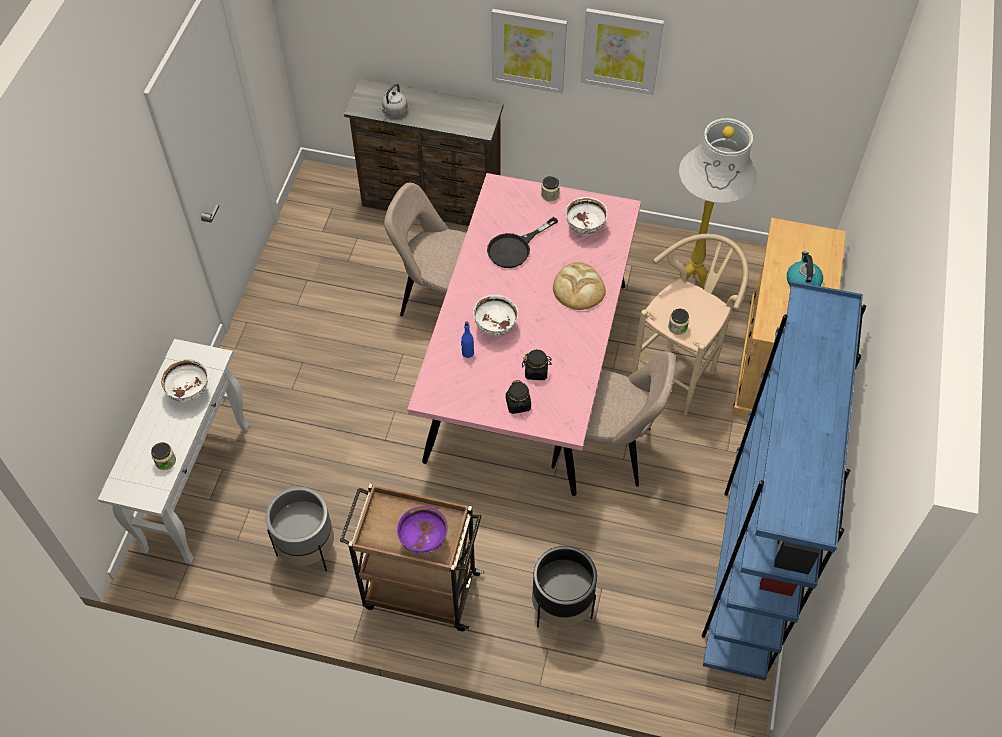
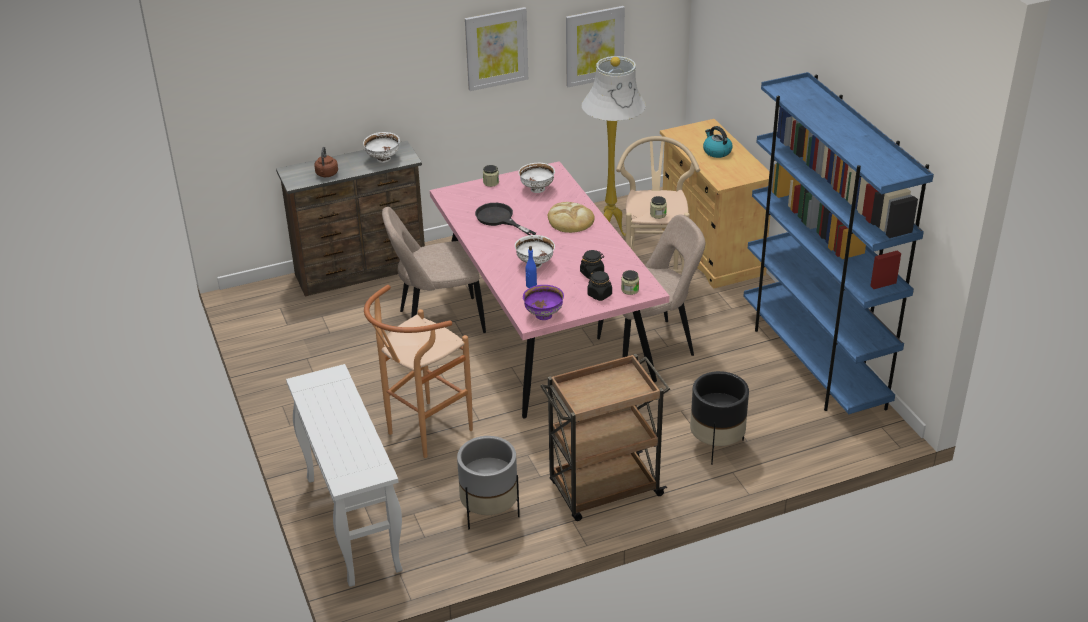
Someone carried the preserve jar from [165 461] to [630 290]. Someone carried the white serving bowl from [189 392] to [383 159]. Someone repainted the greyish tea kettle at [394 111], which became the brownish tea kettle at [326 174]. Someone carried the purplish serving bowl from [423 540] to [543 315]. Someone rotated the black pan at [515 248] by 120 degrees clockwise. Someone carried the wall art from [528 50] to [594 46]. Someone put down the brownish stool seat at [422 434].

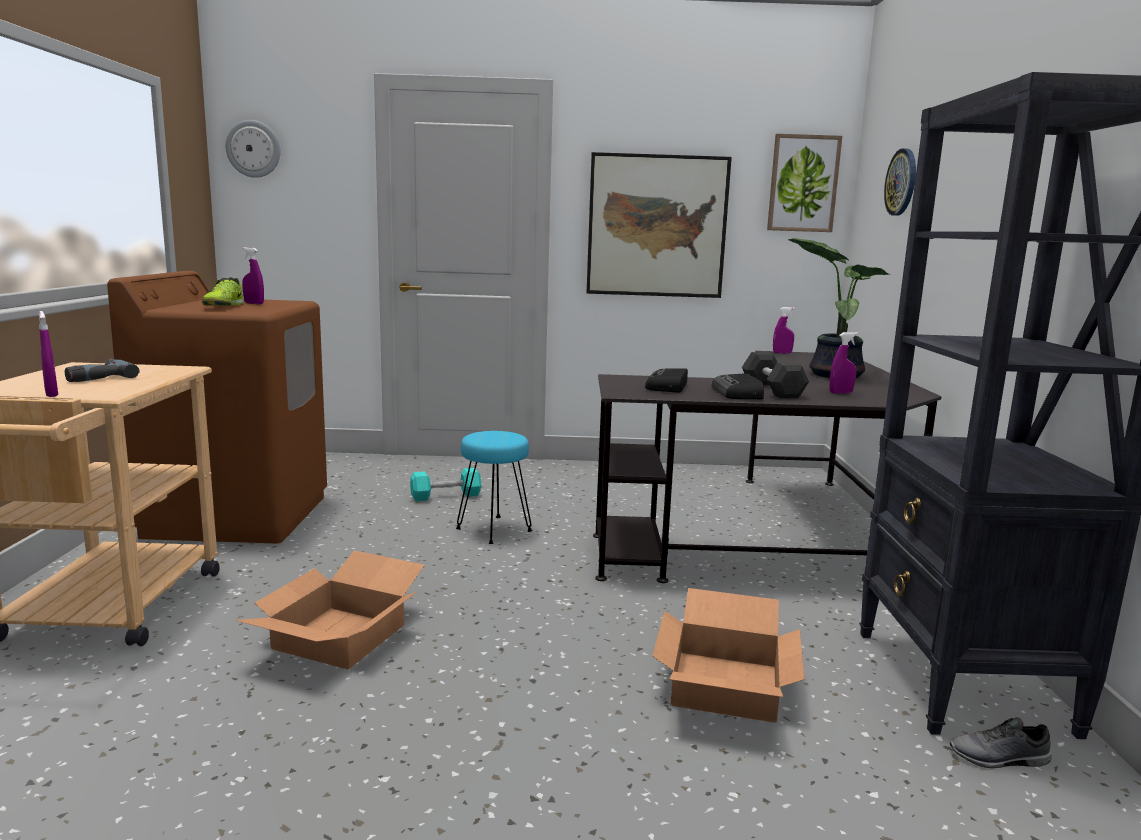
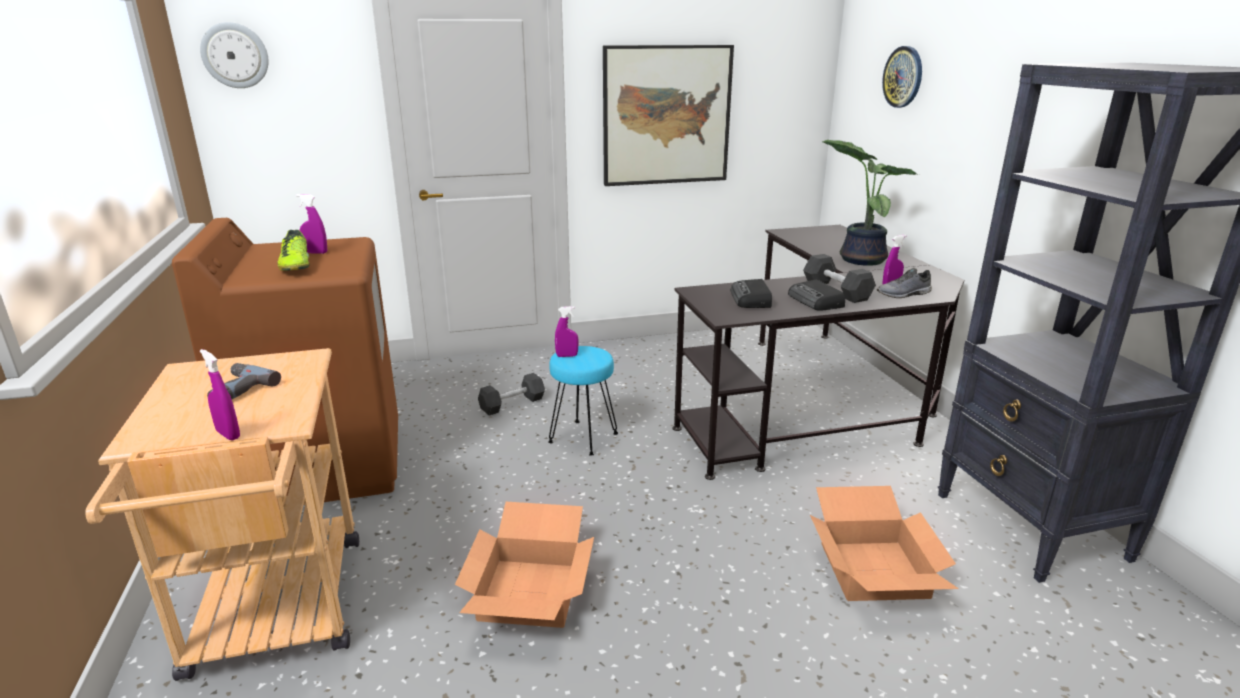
Someone repainted the blue-green free weight at [446 496], which became the black free weight at [512 404]. Someone took away the wall art at [803 183]. Someone carried the purplish sprayer from [782 353] to [567 356]. Someone carried the greyish low shoe from [999 759] to [904 294].

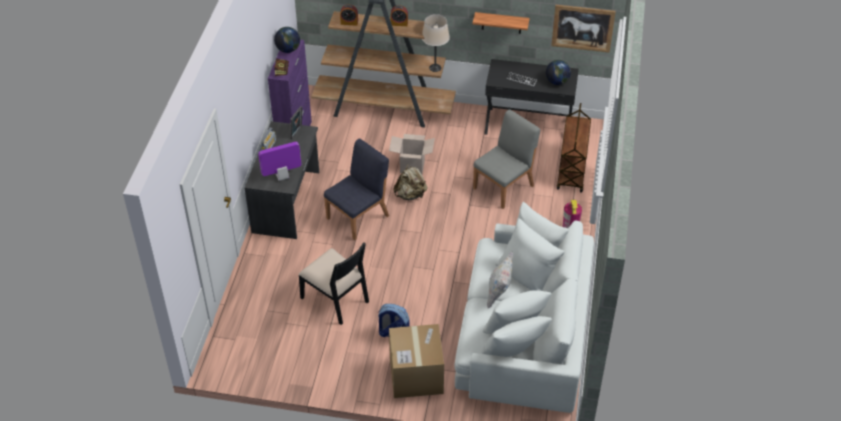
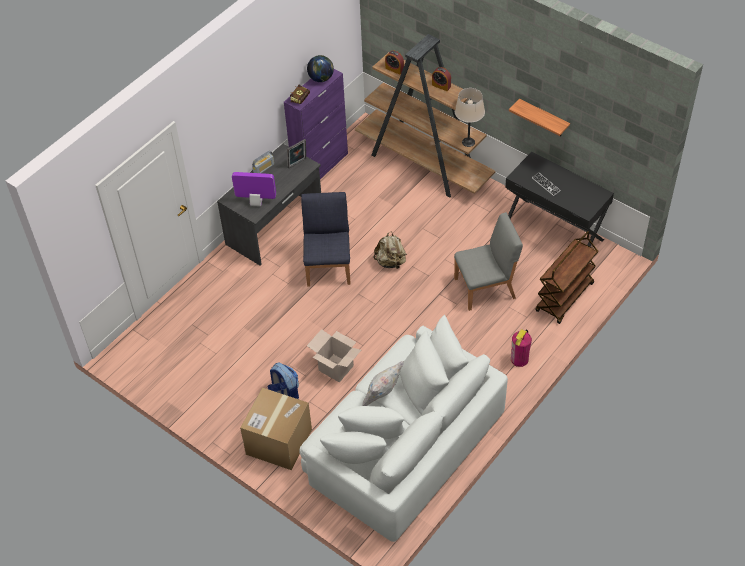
Someone took away the black plain chair at [336 299]. Someone rotated the blue plain chair at [358 217] by 75 degrees counterclockwise. Someone carried the carton from [412 166] to [336 368]. Someone took away the desk globe at [557 82]. Someone took away the wall art at [583 28].

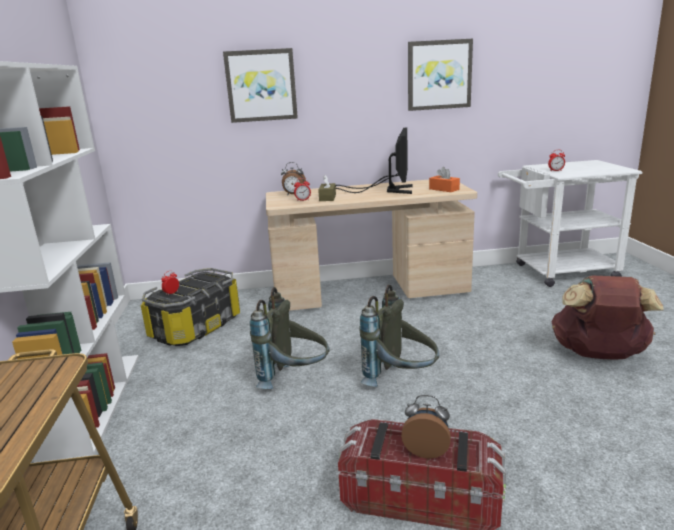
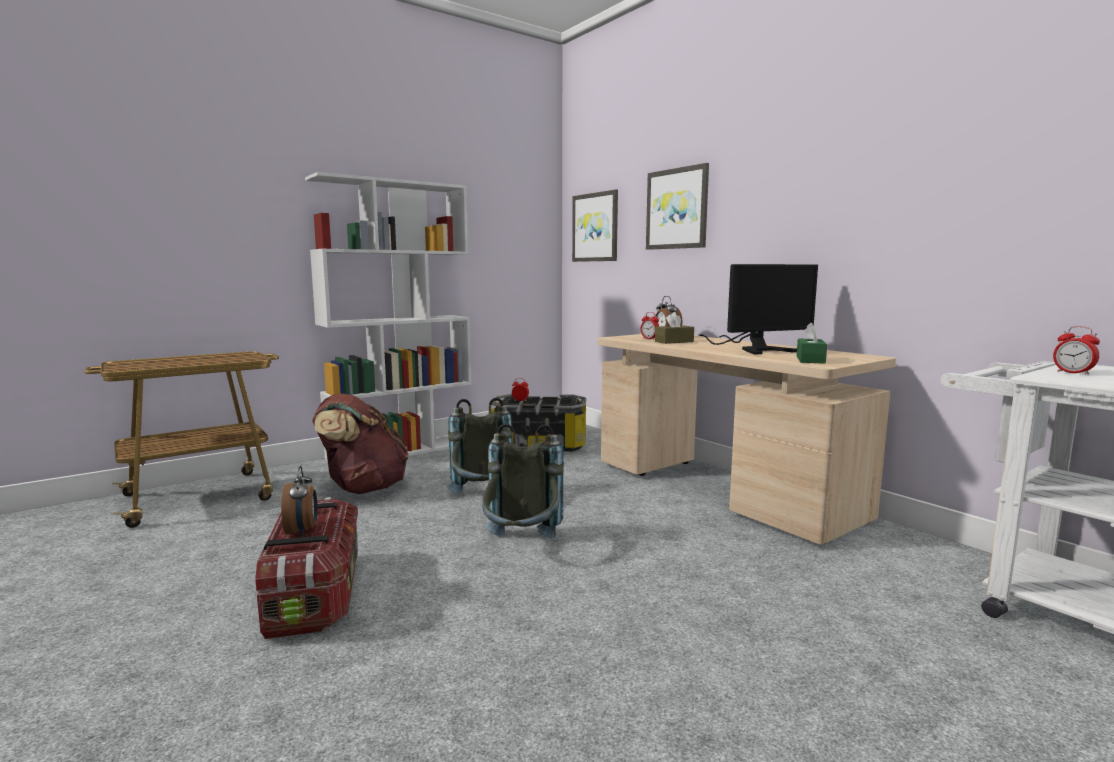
Someone carried the wall art from [439 75] to [595 227]. Someone repainted the orange tissue box at [444 189], which became the green tissue box at [810 360]. Someone carried the brownish knapsack from [598 355] to [363 488].

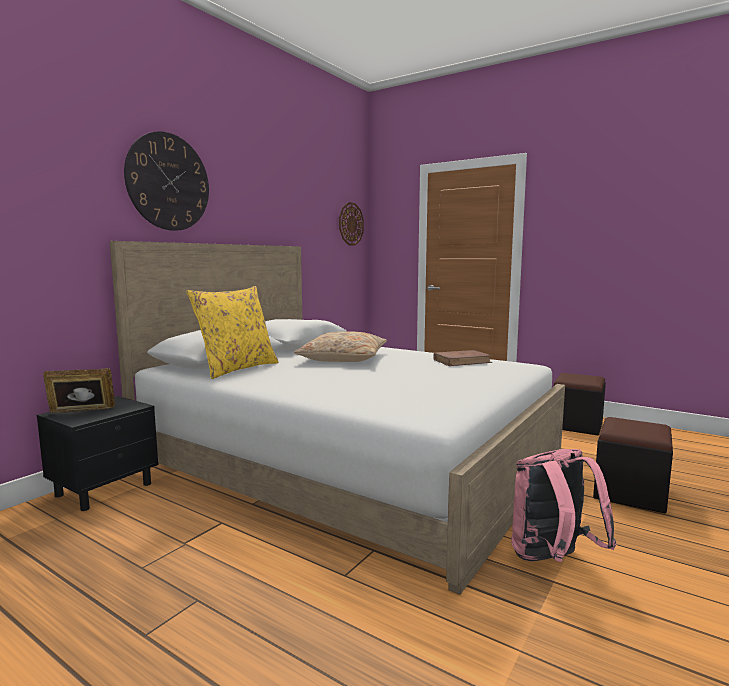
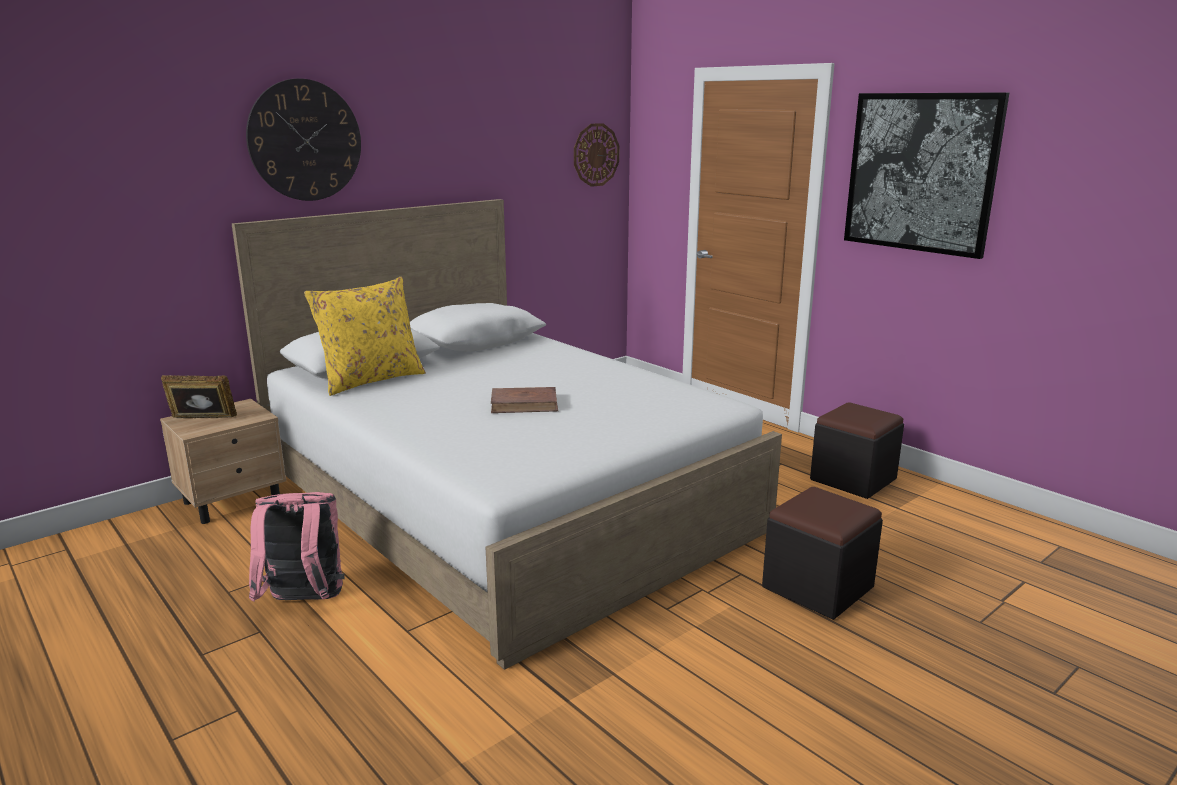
Someone repainted the black nightstand at [105 489], which became the beige nightstand at [234 501]. Someone took away the beige throw pillow at [343 358]. Someone carried the brownish volume from [462 361] to [524 404]. Someone carried the pinkish knapsack from [552 560] to [304 602]. Someone put up the wall art at [921 173].

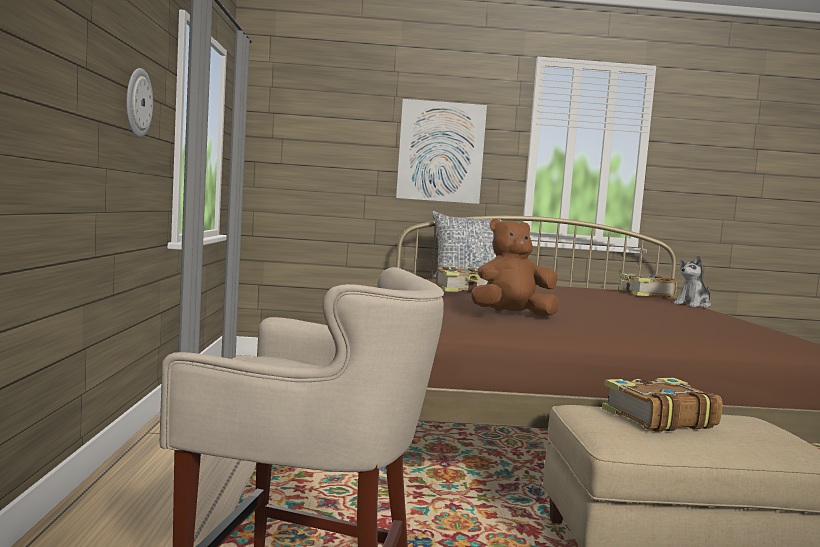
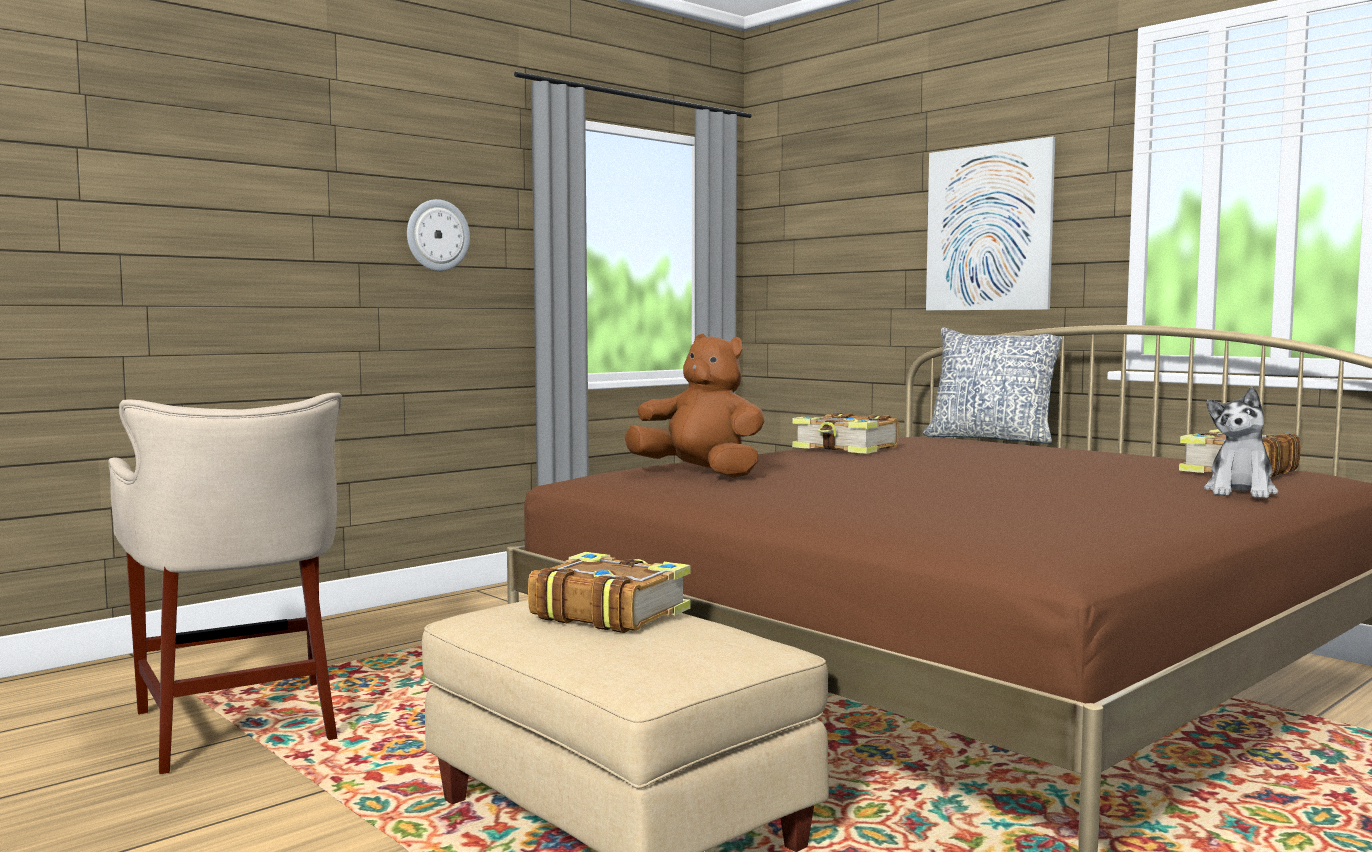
Someone rotated the cuddly toy at [693 305] by 75 degrees counterclockwise.

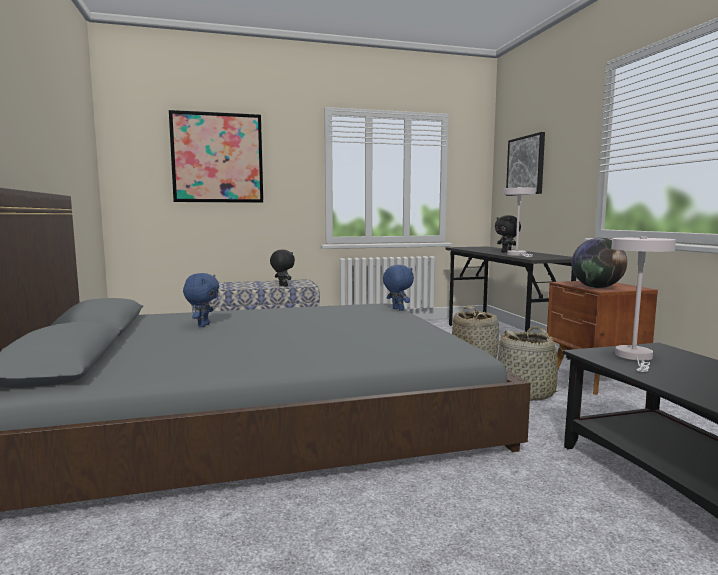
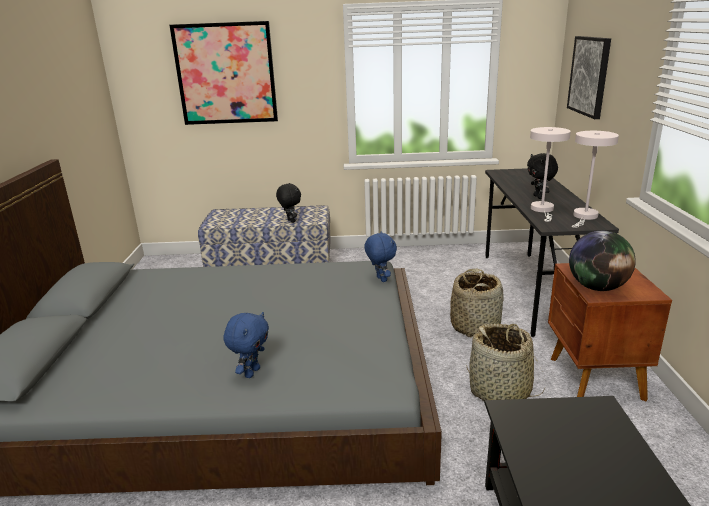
Someone carried the blue cuddly toy from [203 325] to [251 372]. Someone carried the white lamp for a table from [635 357] to [584 217].

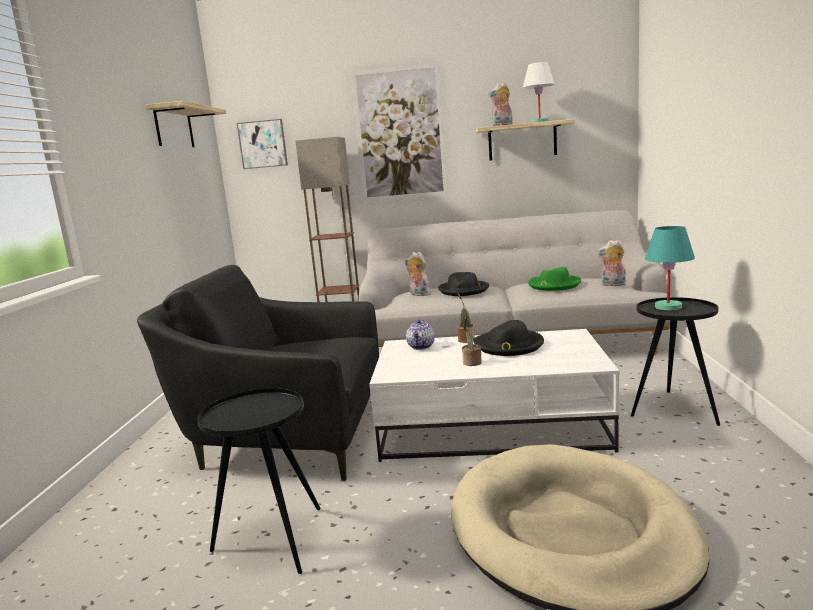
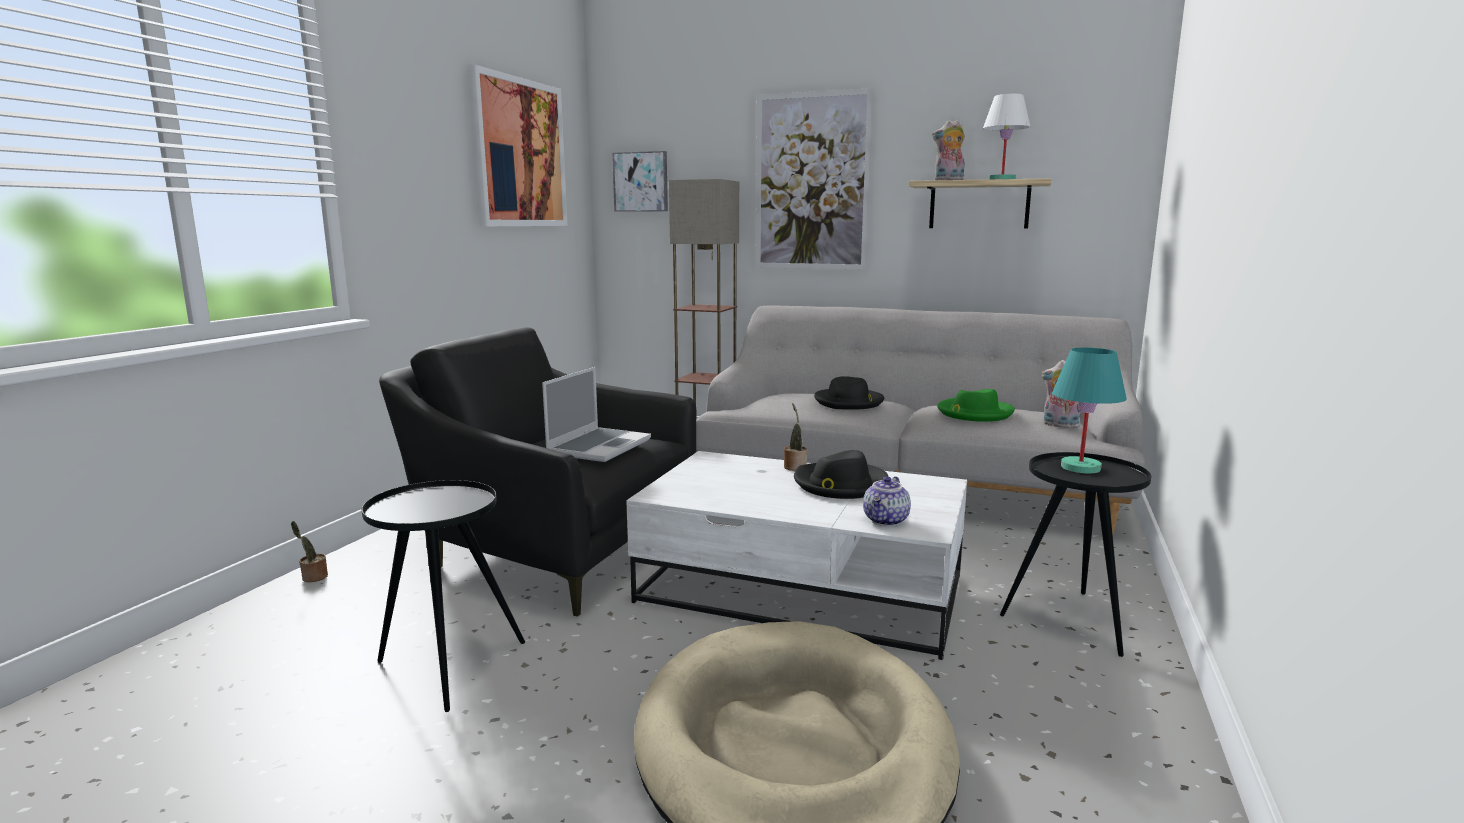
Someone swapped the wall shelf at [174 127] for the wall art at [519 153]. Someone took away the cuddly toy at [418 294]. Someone carried the pot for tea from [421 347] to [886 521]. Someone carried the plant in a pot from [471 363] to [313 577]. Someone put down the laptop at [599 446].

